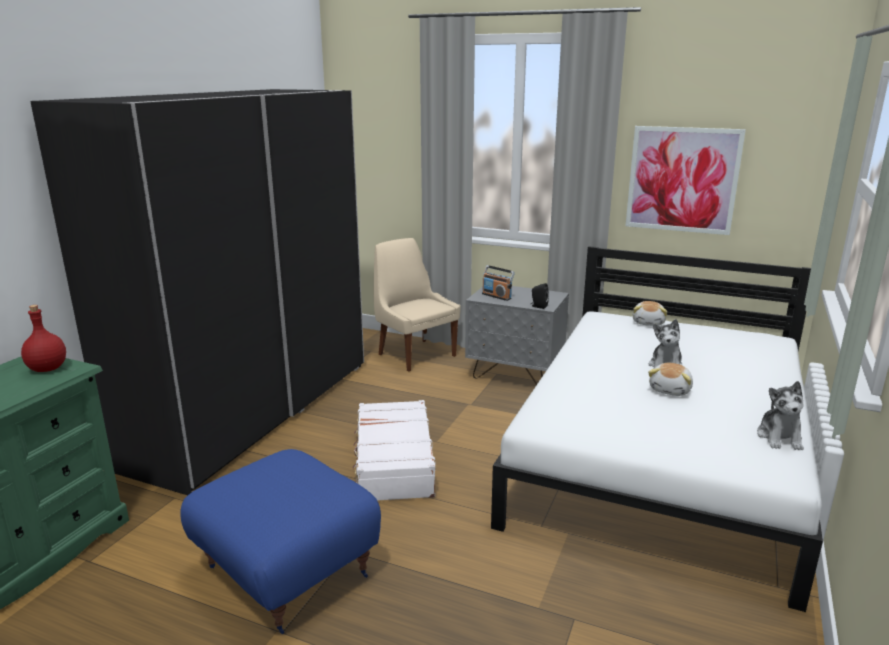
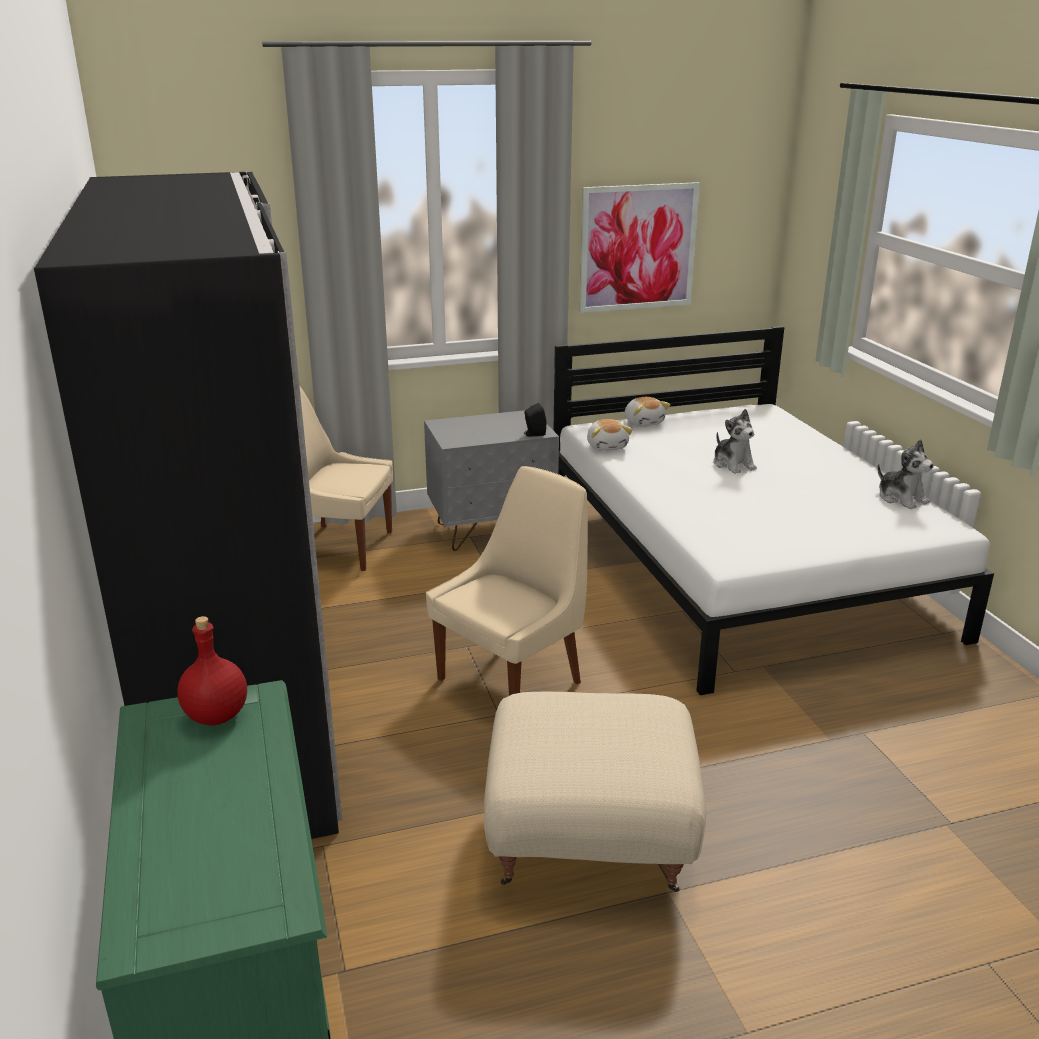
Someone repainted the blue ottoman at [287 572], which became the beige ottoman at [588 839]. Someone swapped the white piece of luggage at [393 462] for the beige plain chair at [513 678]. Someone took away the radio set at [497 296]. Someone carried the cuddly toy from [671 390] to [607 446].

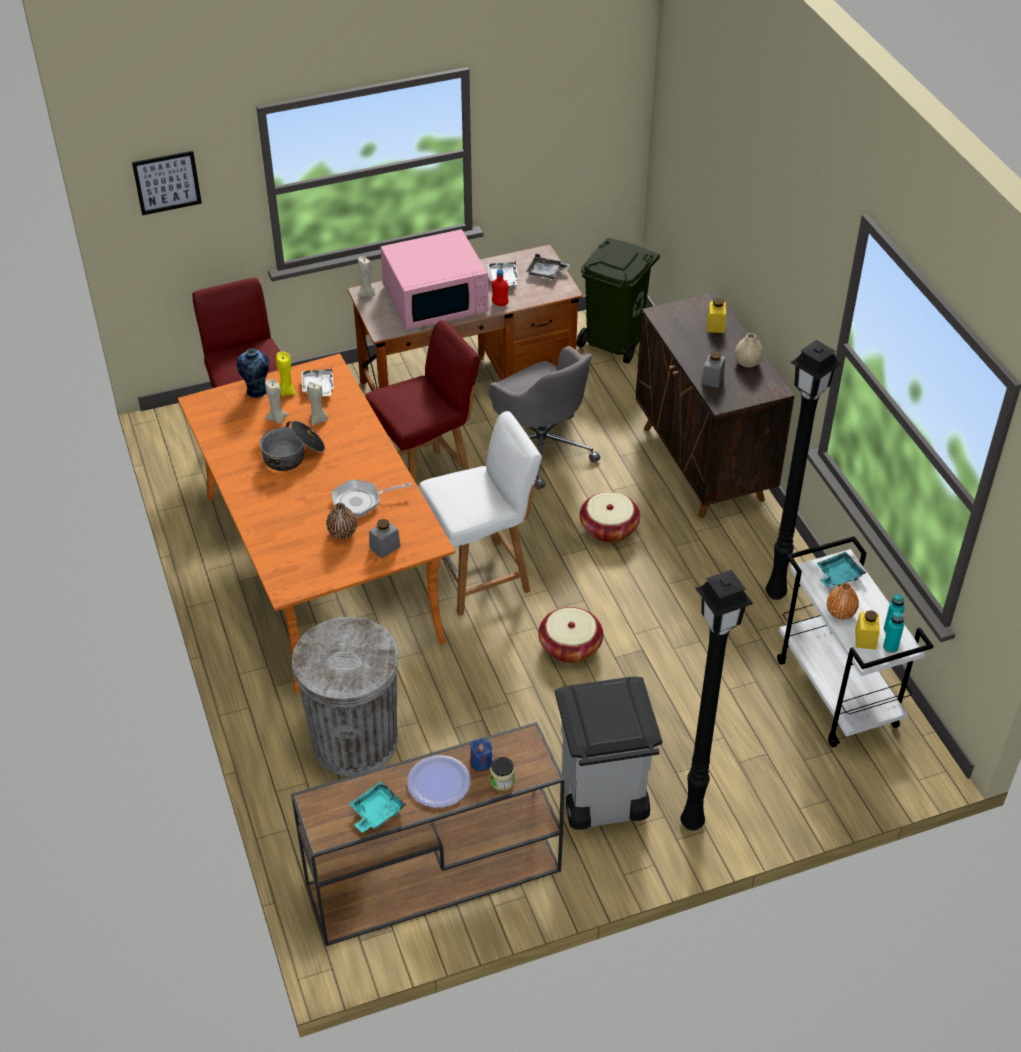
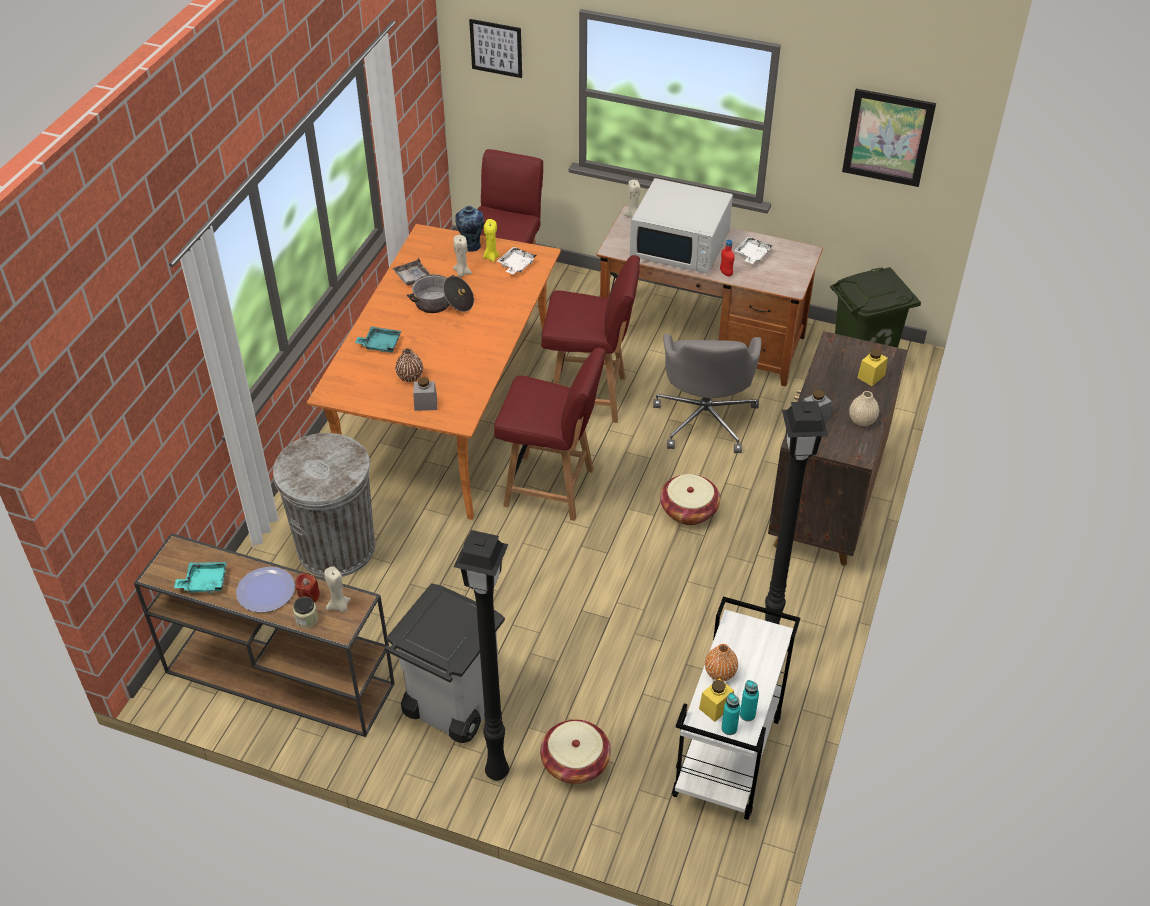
Someone carried the beige candle from [318 420] to [339 606]. Someone took away the pan at [361 501]. Someone repainted the pinkish microwave oven at [436 299], which became the white microwave oven at [680 245]. Someone repainted the white plain chair at [481 577], which became the reddish plain chair at [551 488]. Someone repainted the blue candle at [481 762], which became the reddish candle at [309 596]. Someone carried the greyish serving tray from [546 273] to [413 278]. Someone carried the basket from [570 646] to [575 762]. Someone carried the blue-green serving tray from [838 575] to [380 344]. Someone put up the wall art at [888 137].

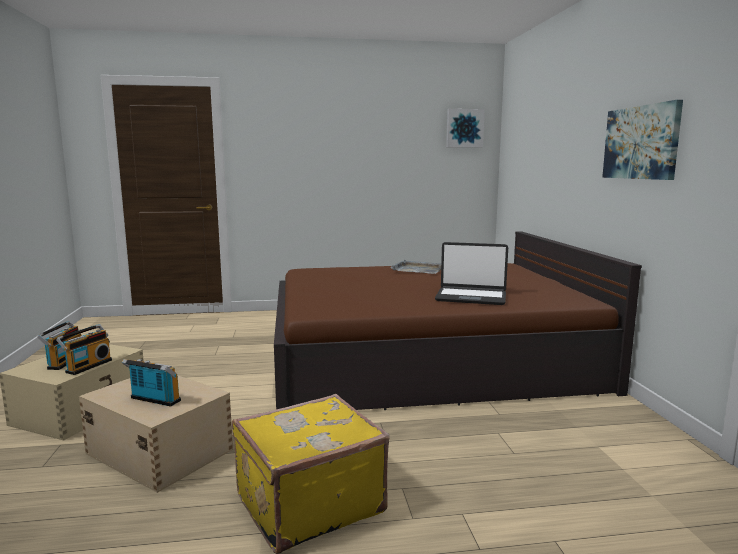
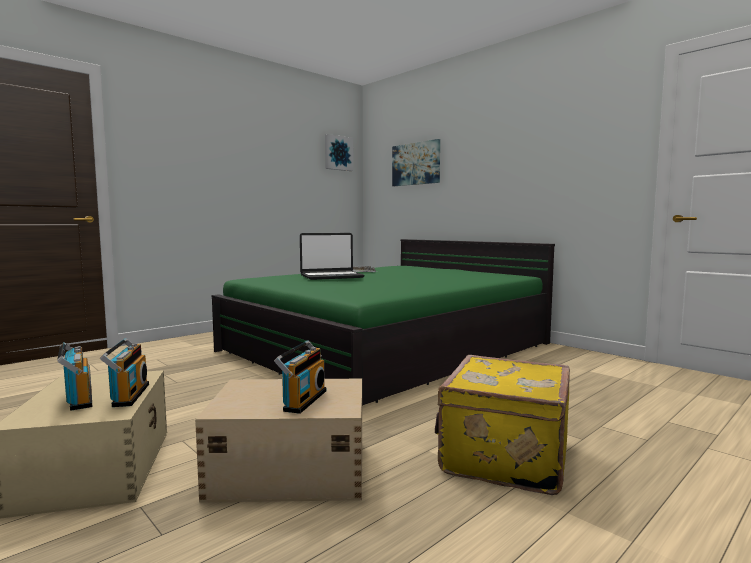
Someone rotated the radio set at [153 400] by 120 degrees clockwise. Someone repainted the brownish sleeping bed at [427 358], which became the green sleeping bed at [388 347]. Someone carried the laptop from [471 297] to [331 276]. Someone carried the wall art from [641 142] to [416 164].

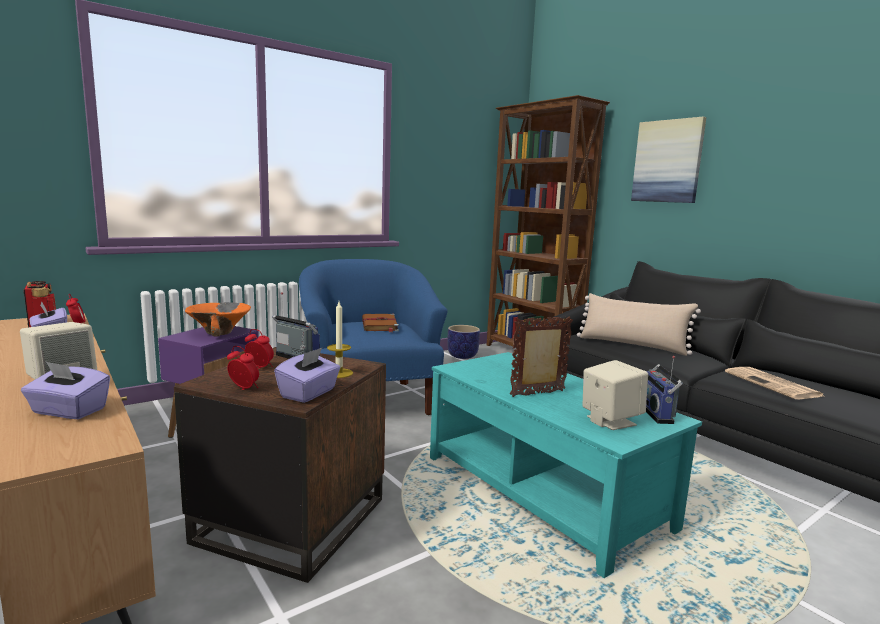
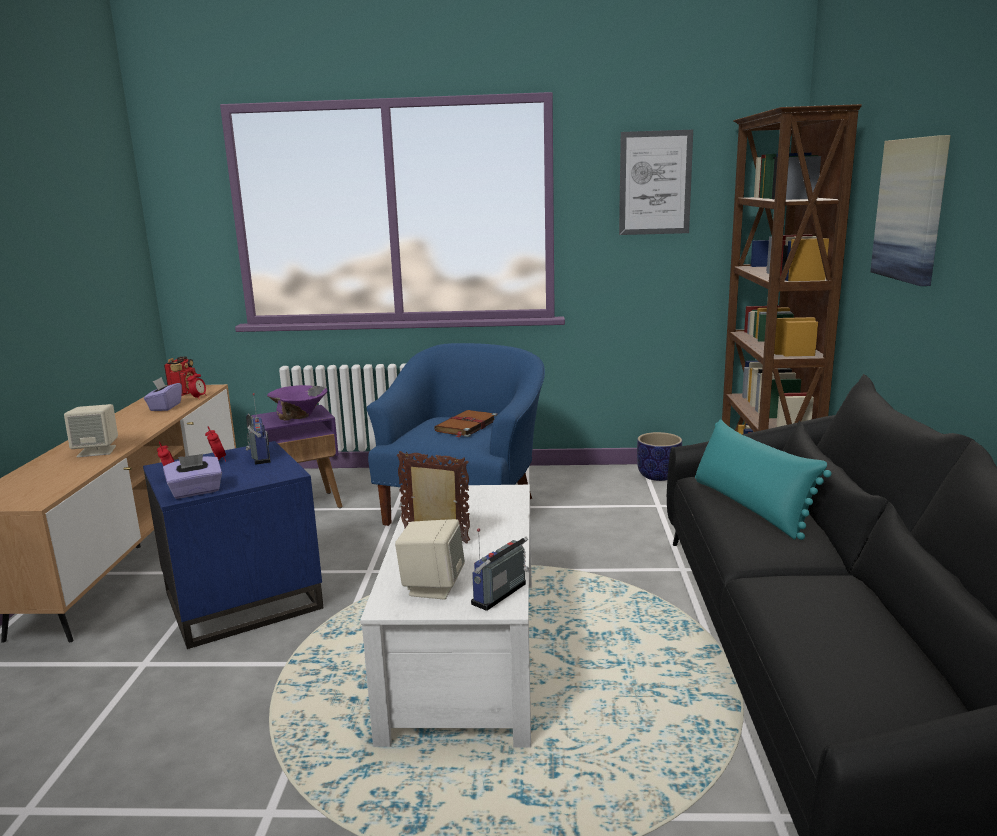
Someone took away the purplish tissue box at [68 411]. Someone repainted the brownish accent table at [290 519], which became the blue accent table at [242 600]. Someone repainted the orange serving bowl at [220 333], which became the purplish serving bowl at [300 416]. Someone took away the candle at [339 373]. Someone repainted the blue-green coffee table at [544 491], which became the white coffee table at [467 654]. Someone repainted the beige throw pillow at [632 345], which became the blue-green throw pillow at [750 507]. Someone took away the daily paper at [773 384]. Someone put up the wall art at [655 183].

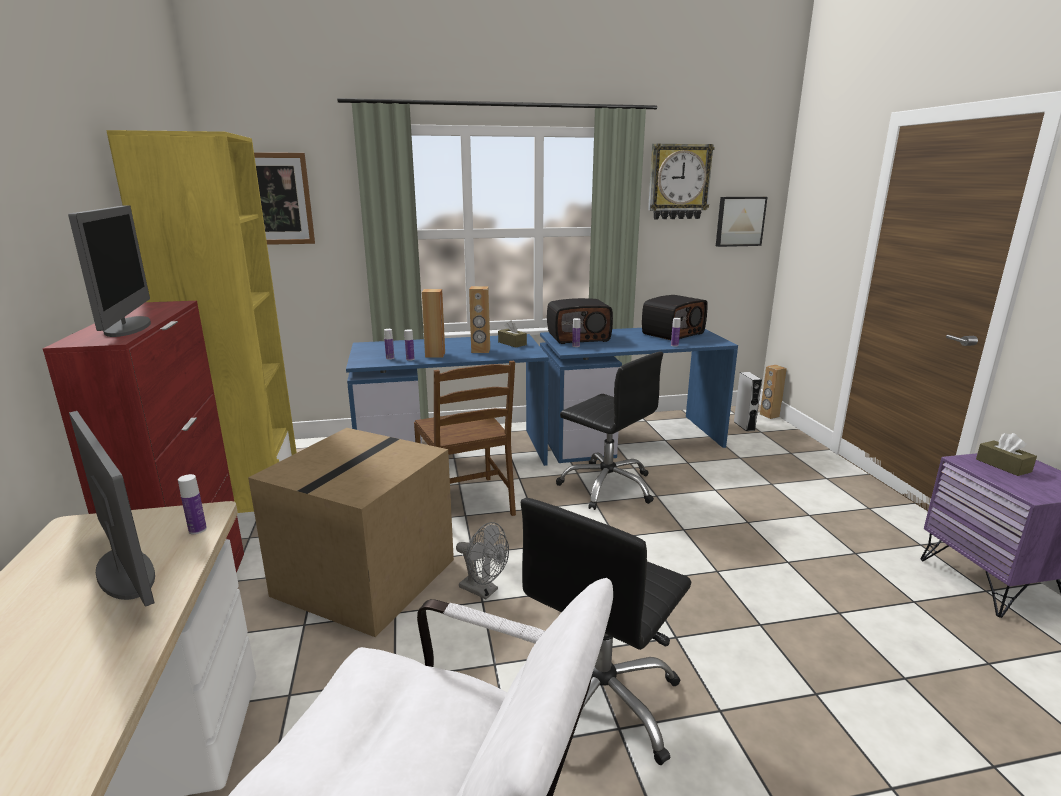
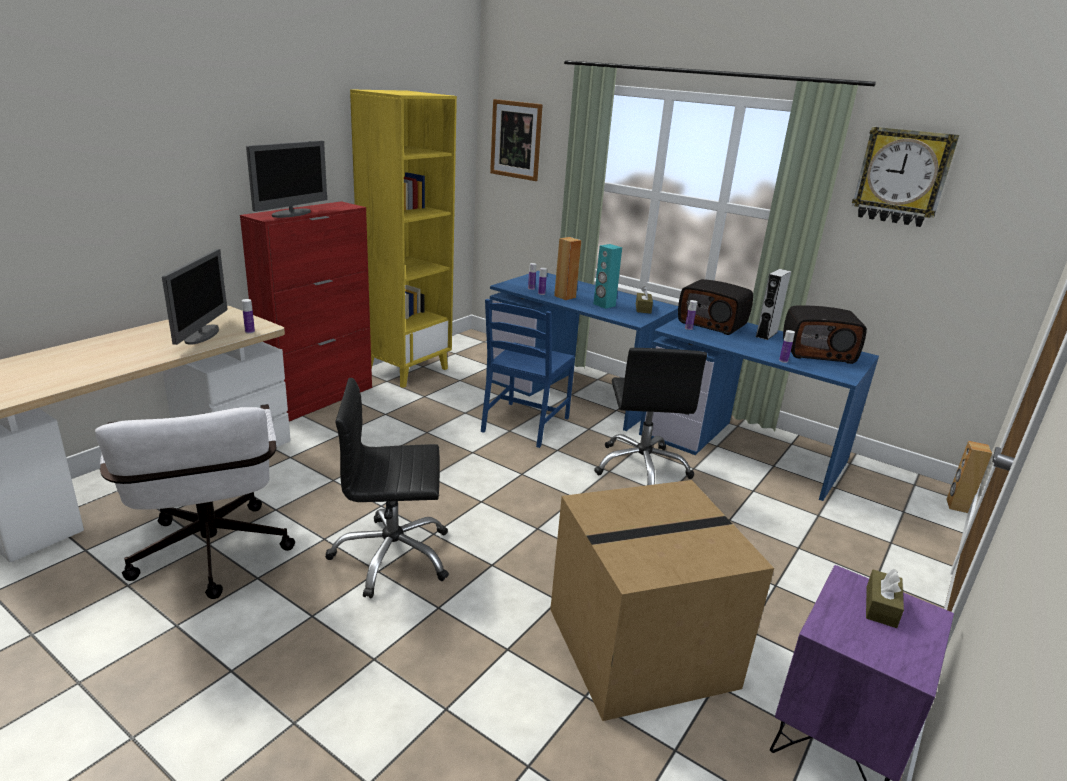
Someone carried the carton from [365 575] to [641 645]. Someone repainted the brownish plain chair at [467 503], which became the blue plain chair at [524 424]. Someone took away the greyish electric fan at [483 590]. Someone repainted the brownish speaker at [480 350], which became the blue-green speaker at [604 305]. Someone took away the wall art at [739 221]. Someone carried the greyish speaker from [744 426] to [766 334].

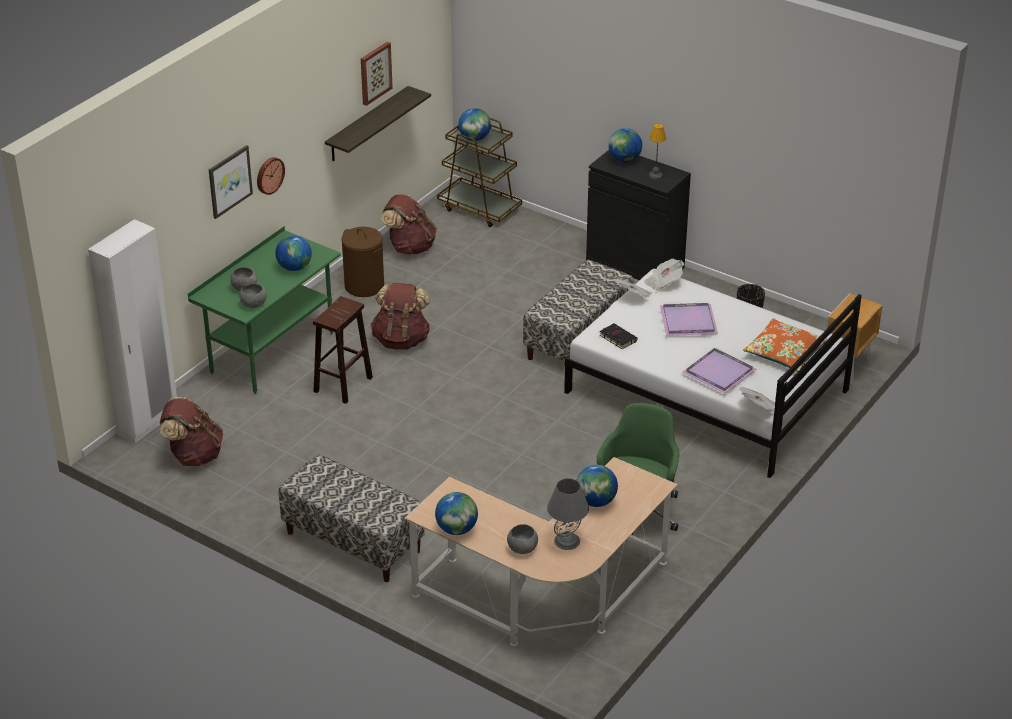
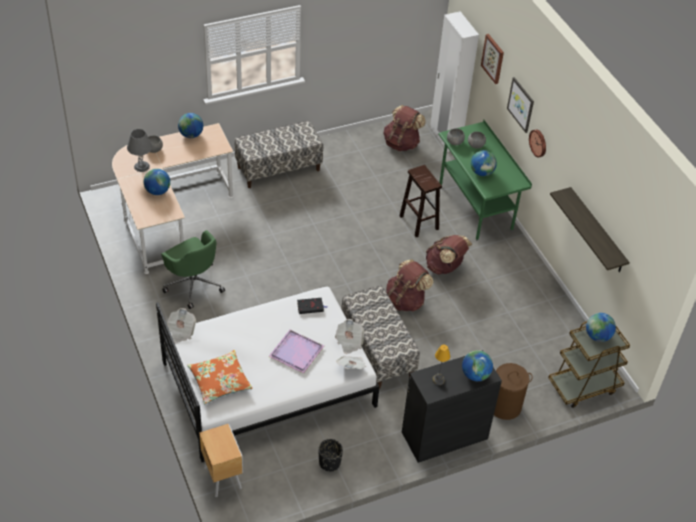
Someone carried the brownish laundry basket from [364 286] to [504 406]. Someone carried the wall art from [375 73] to [493 58]. Someone carried the brownish knapsack from [409 247] to [406 300]. Someone took away the purplish serving tray at [719 373].

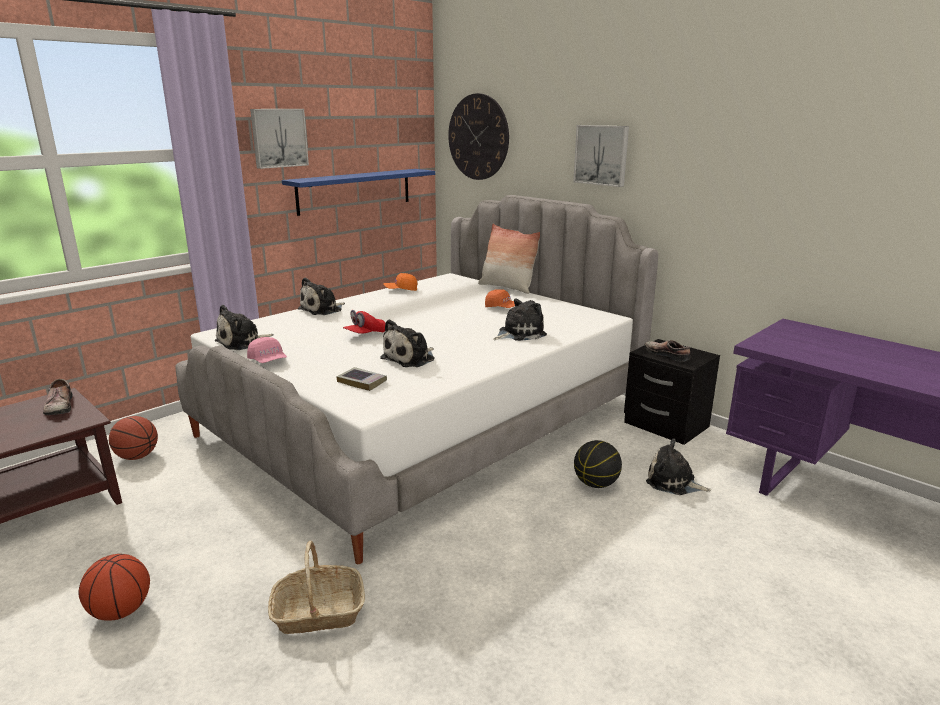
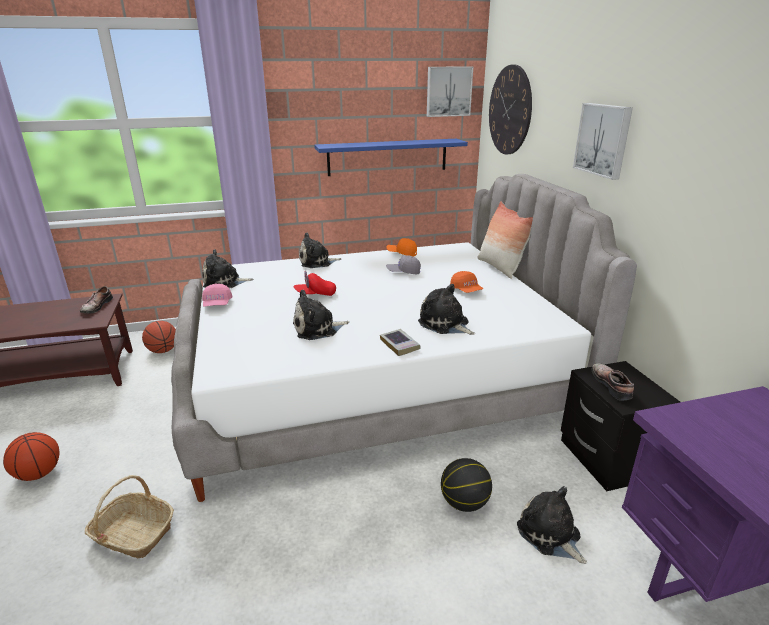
Someone carried the wall art from [278 138] to [448 91]. Someone carried the volume from [362 382] to [399 345]. Someone rotated the cuddly toy at [519 333] by 135 degrees counterclockwise. Someone put down the greyish baseball cap at [403 272].

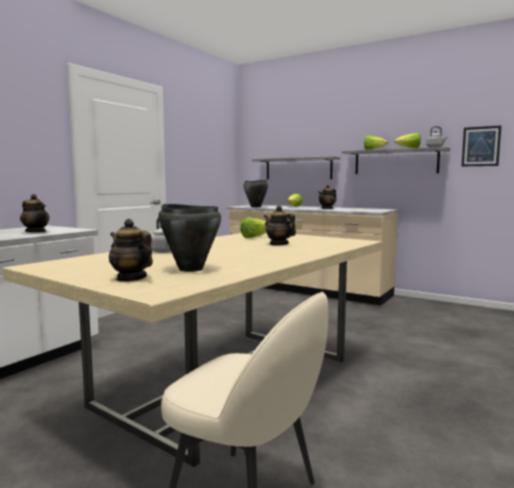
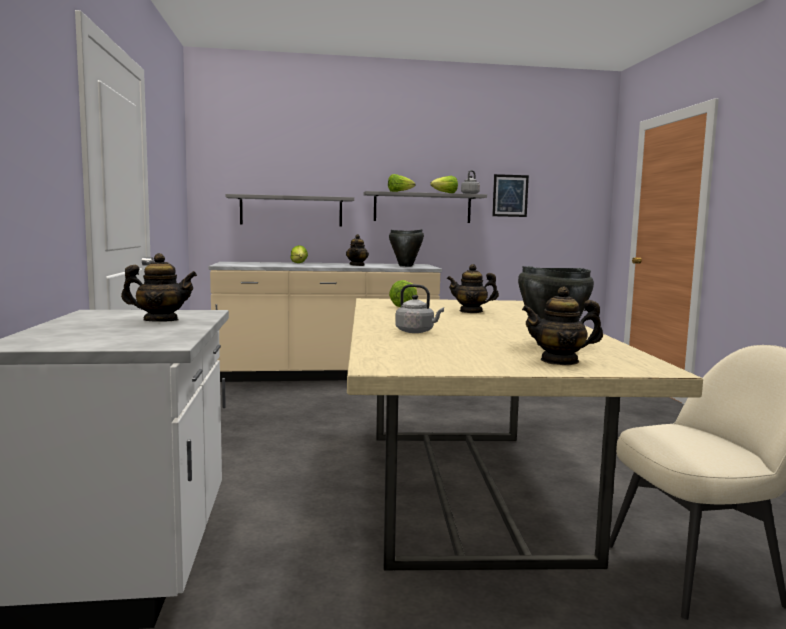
Someone carried the black cooking pot from [255 207] to [406 266].

